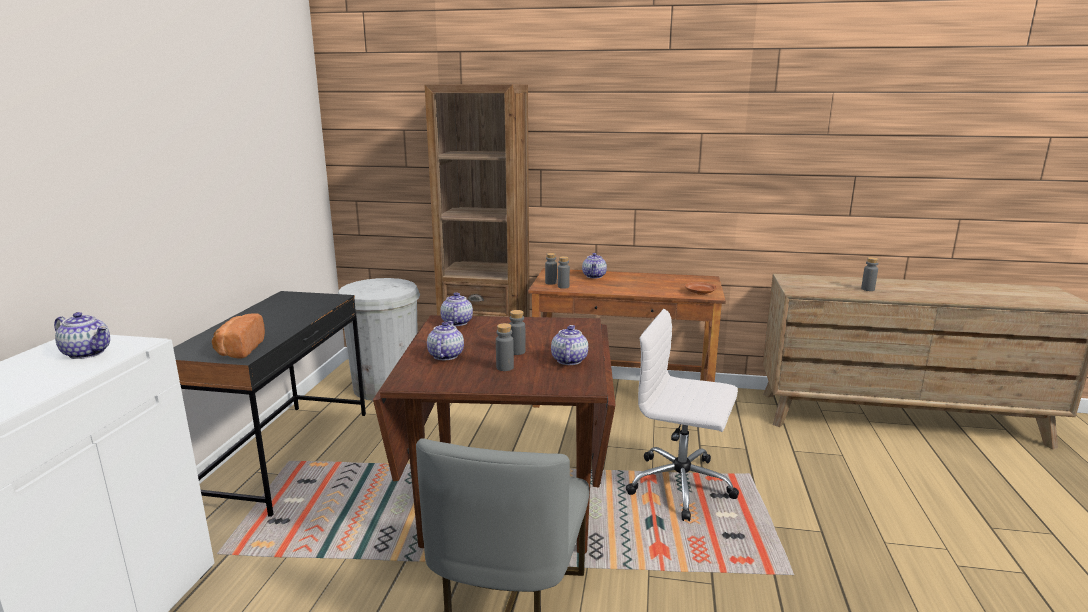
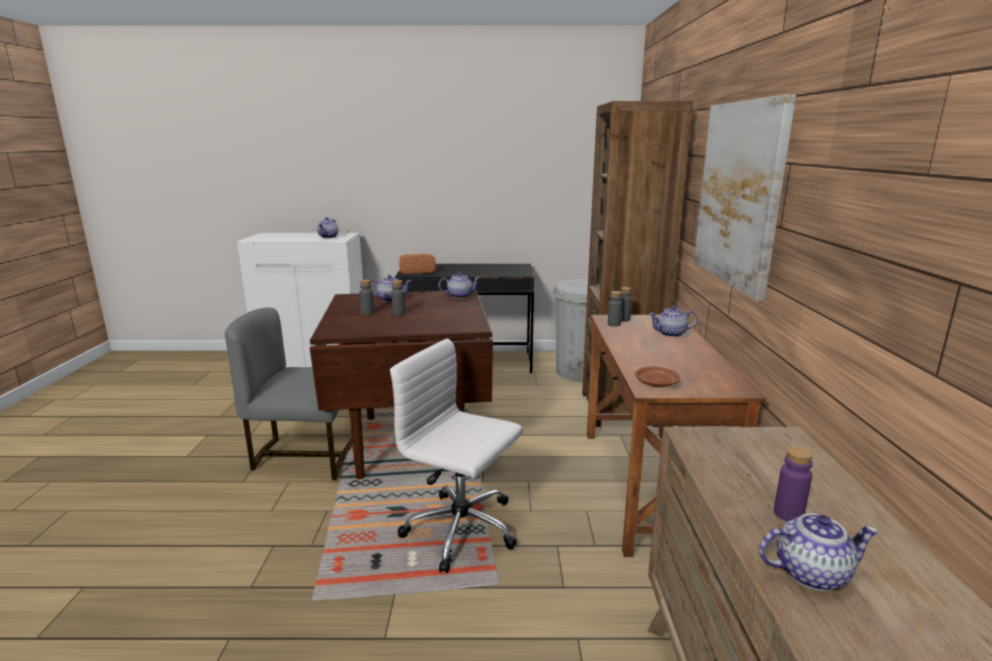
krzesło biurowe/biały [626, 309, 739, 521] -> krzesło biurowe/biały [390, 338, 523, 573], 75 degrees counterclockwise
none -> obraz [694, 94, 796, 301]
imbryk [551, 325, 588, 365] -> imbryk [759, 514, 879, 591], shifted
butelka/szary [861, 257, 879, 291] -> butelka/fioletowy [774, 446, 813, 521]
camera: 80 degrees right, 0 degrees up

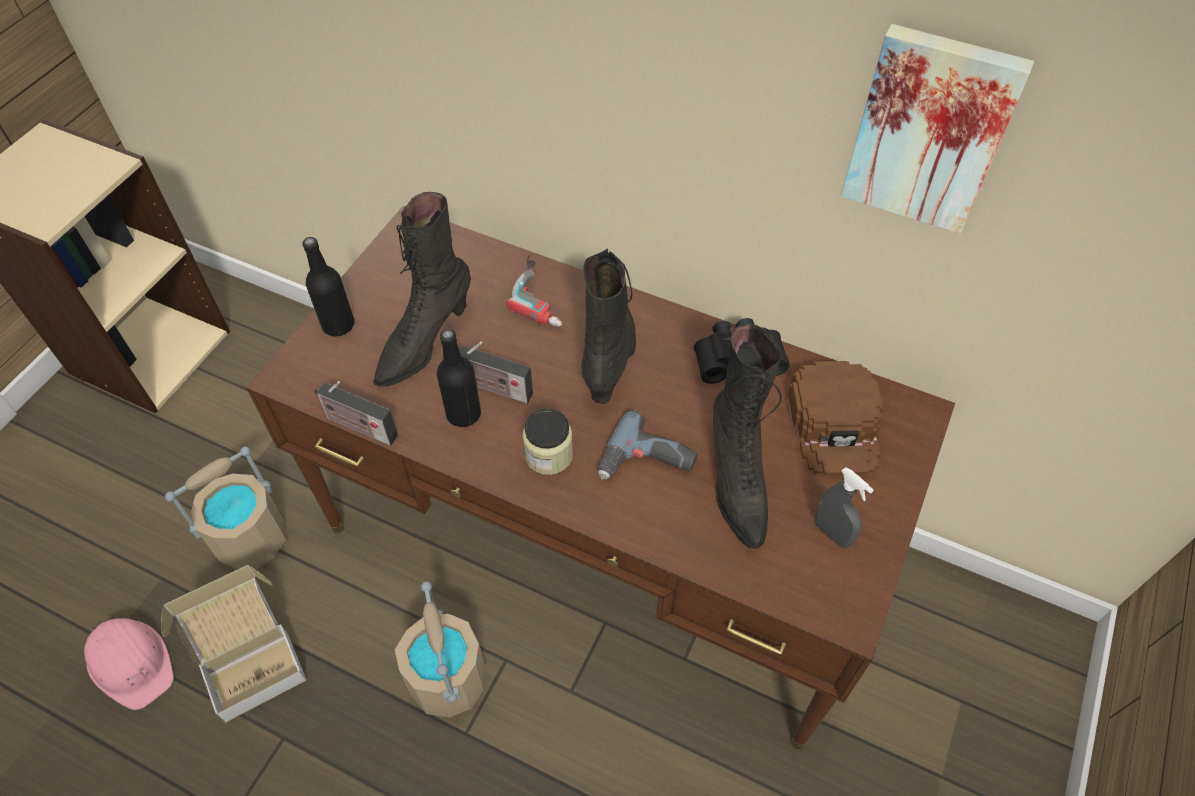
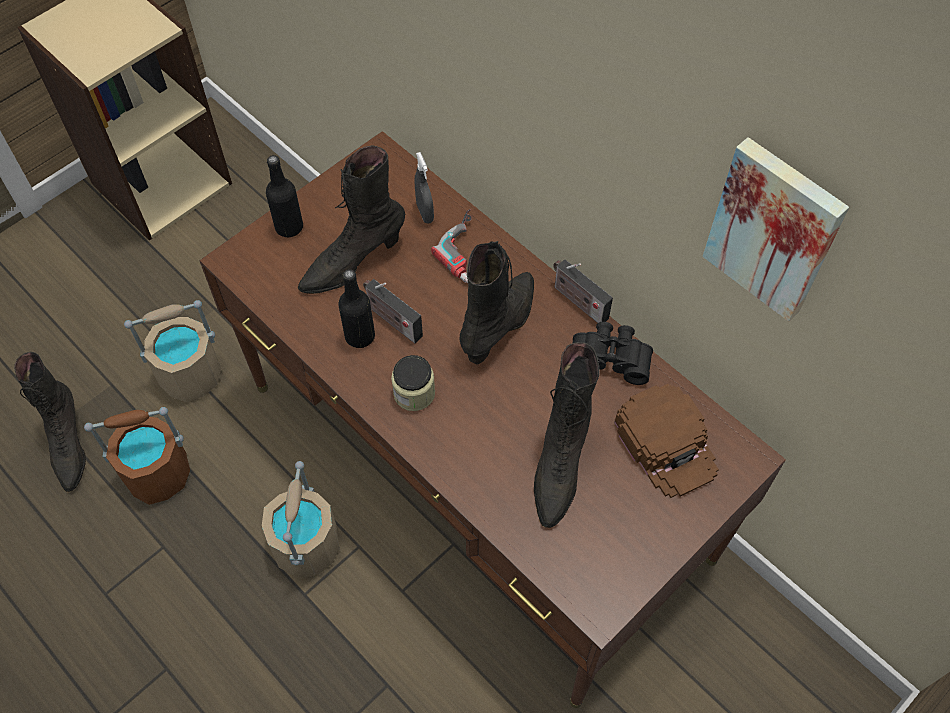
kask/różowy [84, 618, 174, 710] -> but z cholewką/czarny [14, 352, 86, 492]
karton [161, 565, 307, 723] -> wiadro/brązowy [84, 407, 190, 505]
spryskiwacz/szary [815, 467, 874, 548] -> spryskiwacz/szary [414, 152, 434, 224], shifted
radio [314, 381, 398, 446] -> radio [553, 259, 613, 323], shifted
czapka z daszkiem/brązowy [788, 361, 884, 475] -> czapka z daszkiem/brązowy [615, 384, 719, 498], 45 degrees counterclockwise
wiertarka [597, 410, 698, 479] -> none
camera: 20 degrees right, 5 degrees up

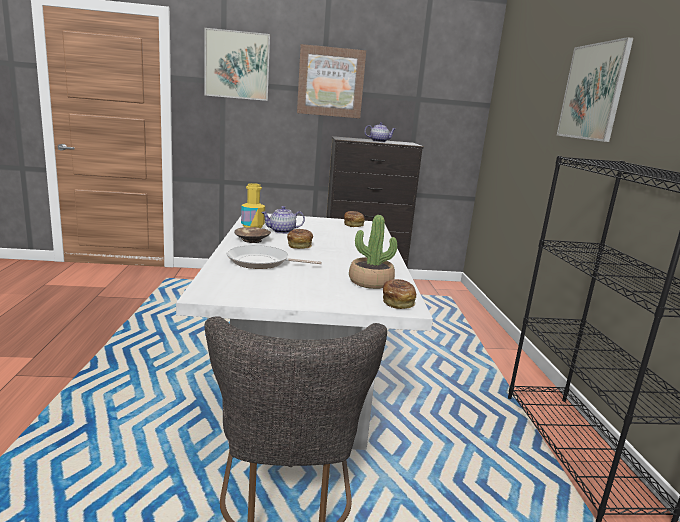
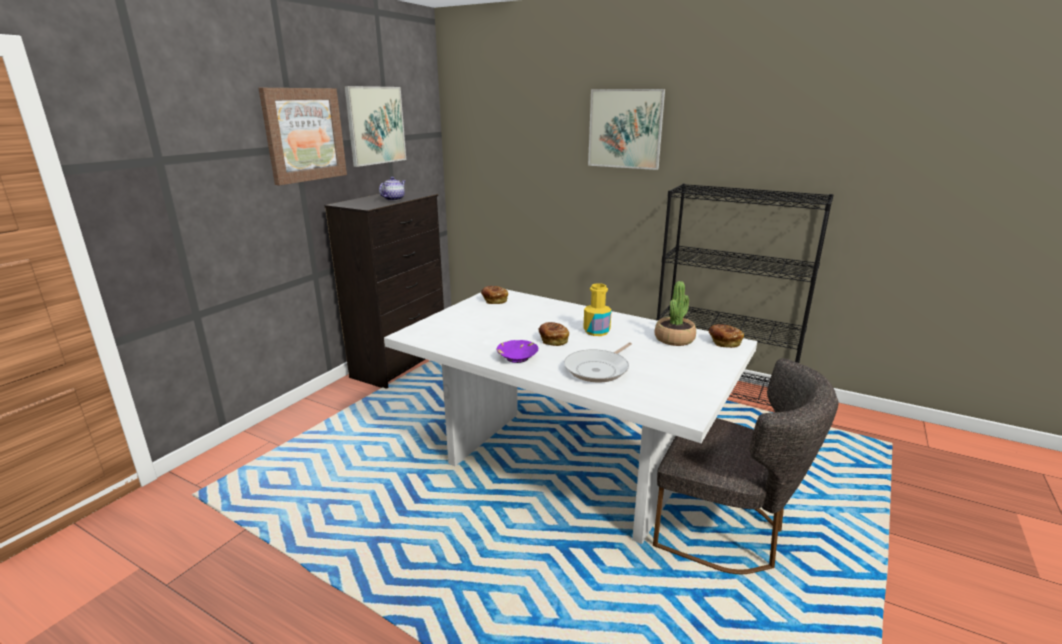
obraz [205, 28, 270, 101] -> obraz [344, 86, 406, 167], shifted
miska/brązowy [234, 227, 271, 243] -> miska/fioletowy [496, 340, 538, 363]
butelka/żółty [241, 183, 265, 228] -> butelka/żółty [583, 283, 612, 336], shifted
imbryk [261, 206, 305, 234] -> none
camera: 55 degrees left, 5 degrees up

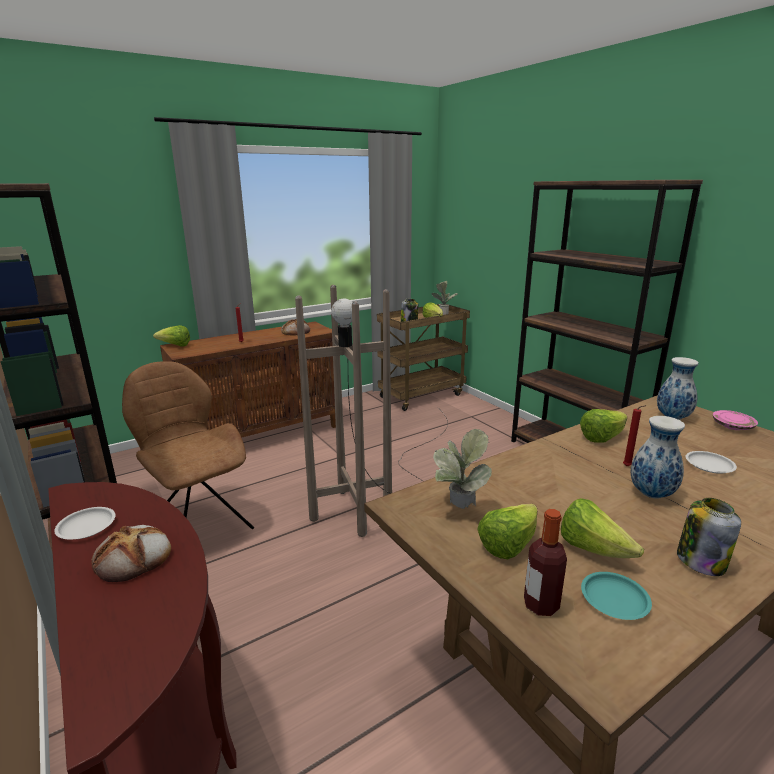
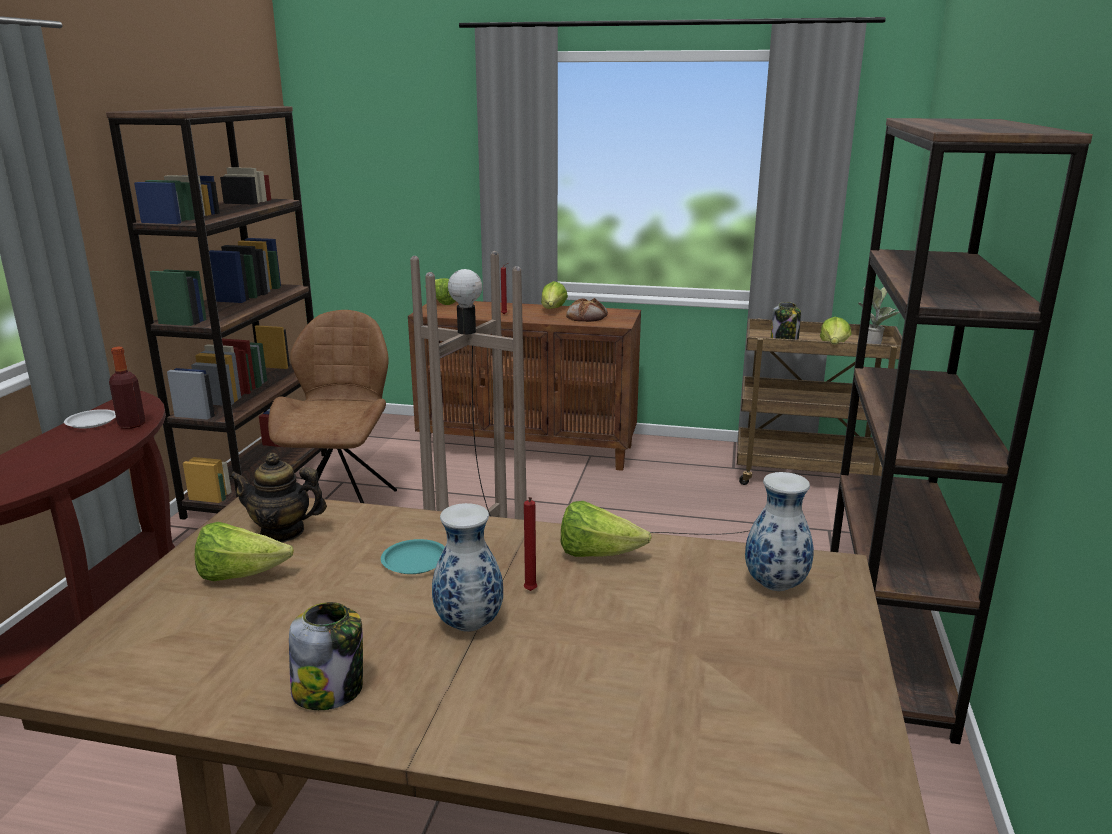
butelka [524, 509, 567, 616] -> butelka [109, 347, 146, 429], shifted
roślina doniczkowa [433, 429, 492, 509] -> imbryk [229, 453, 327, 543]
talerz/turkusowy [581, 572, 652, 620] -> talerz/turkusowy [381, 539, 445, 574], shifted
sałata [561, 498, 644, 558] -> sałata [541, 281, 568, 309], shifted
chleb [91, 525, 171, 582] -> none
talerz/biały [686, 451, 737, 474] -> none
talerz/różowy [713, 410, 758, 430] -> none
camera: 45 degrees right, 0 degrees up

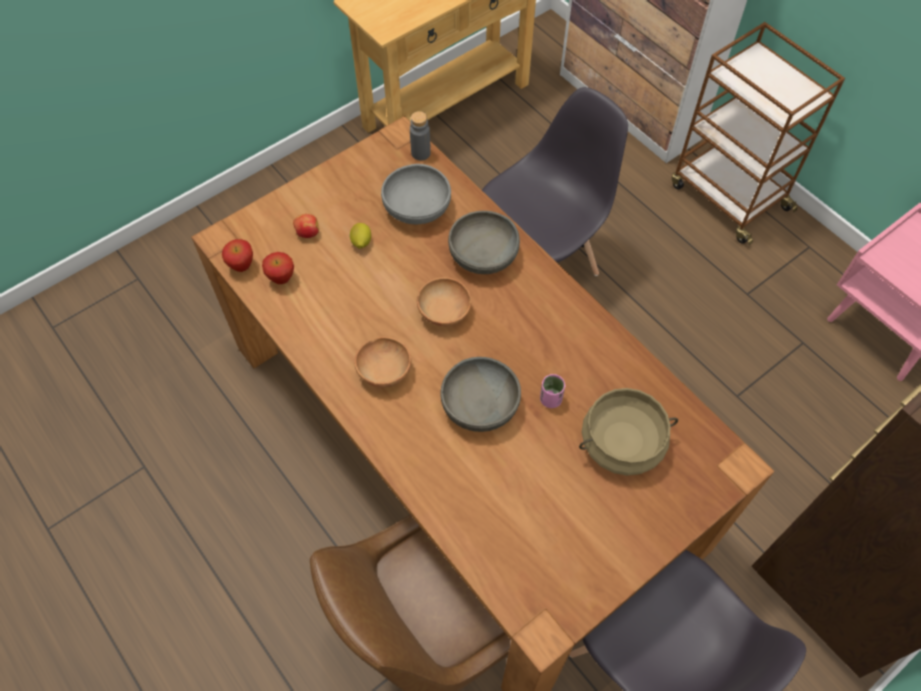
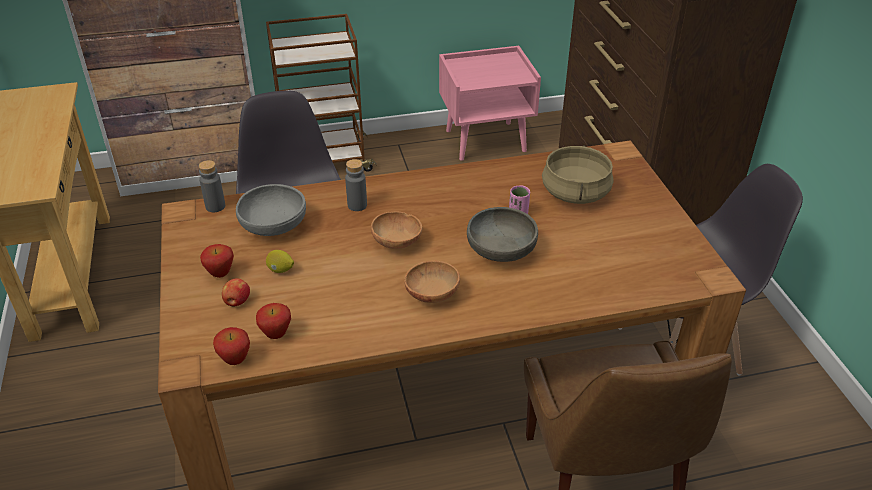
none -> jabłko [200, 244, 234, 278]
miska/szary [448, 211, 520, 274] -> butelka/szary [345, 159, 367, 211]
camera: 65 degrees left, 20 degrees down

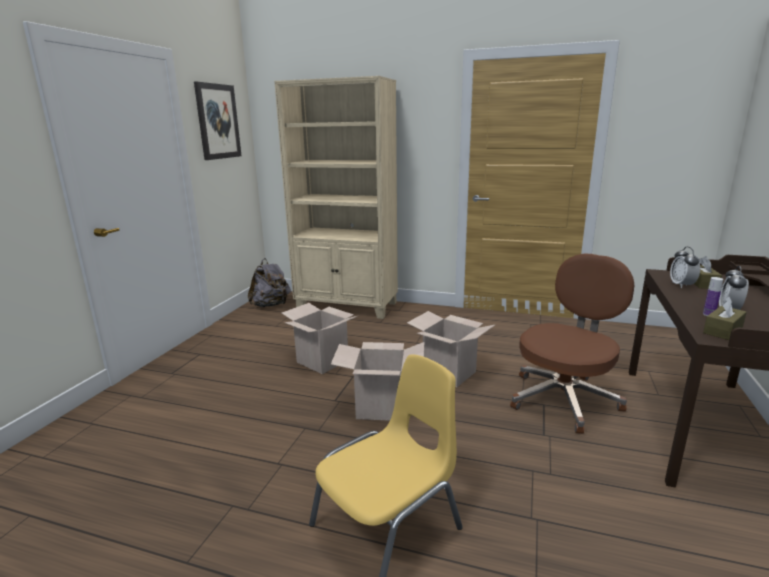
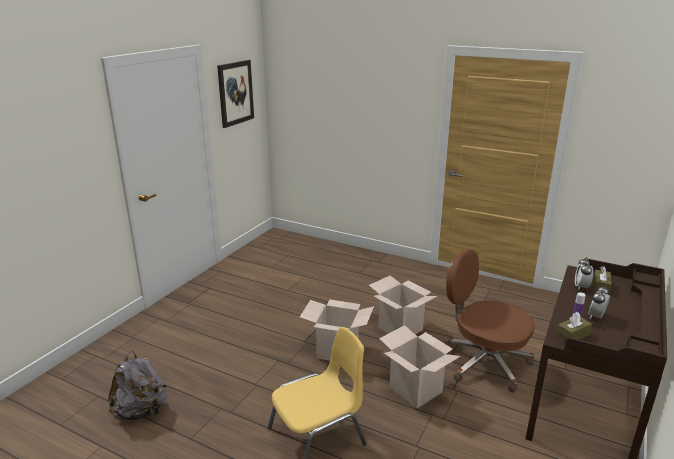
plecak/szary [248, 258, 291, 307] -> plecak/szary [108, 351, 167, 420], shifted
karton [282, 303, 359, 374] -> karton [379, 325, 461, 408], shifted
krzesło biurowe/brązowy [510, 254, 634, 434] -> krzesło biurowe/brązowy [444, 249, 535, 393], 105 degrees counterclockwise
regał/beżowy [274, 76, 398, 319] -> none
camera: 10 degrees right, 5 degrees up

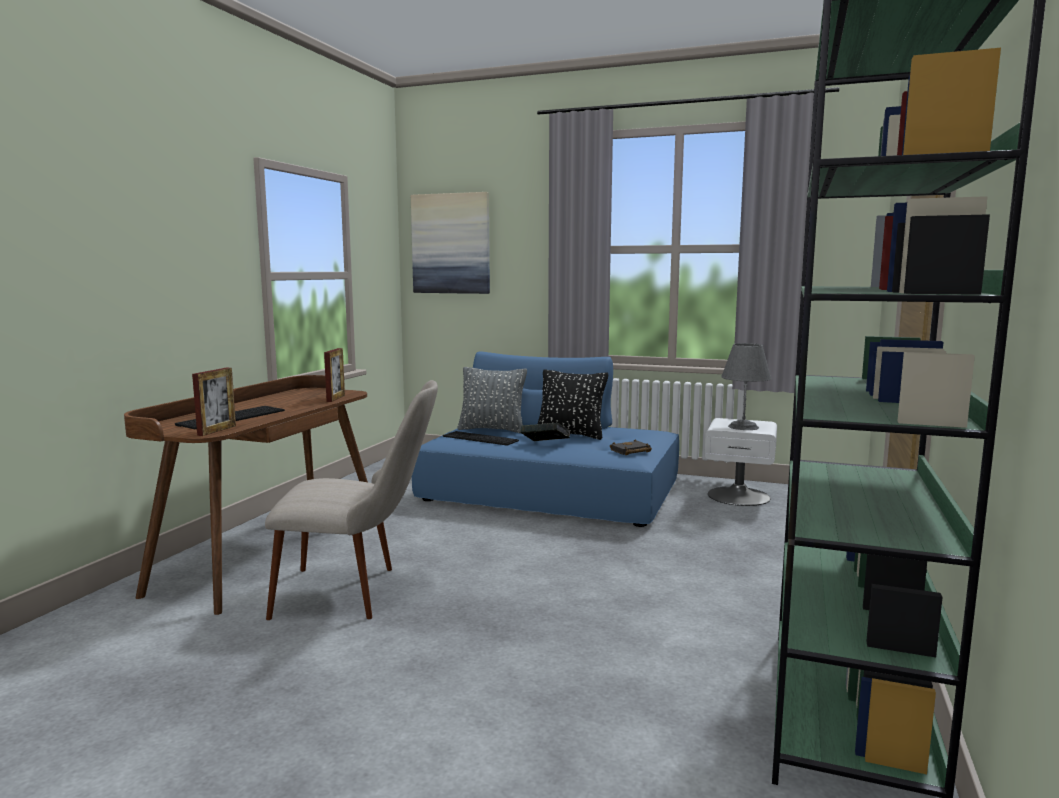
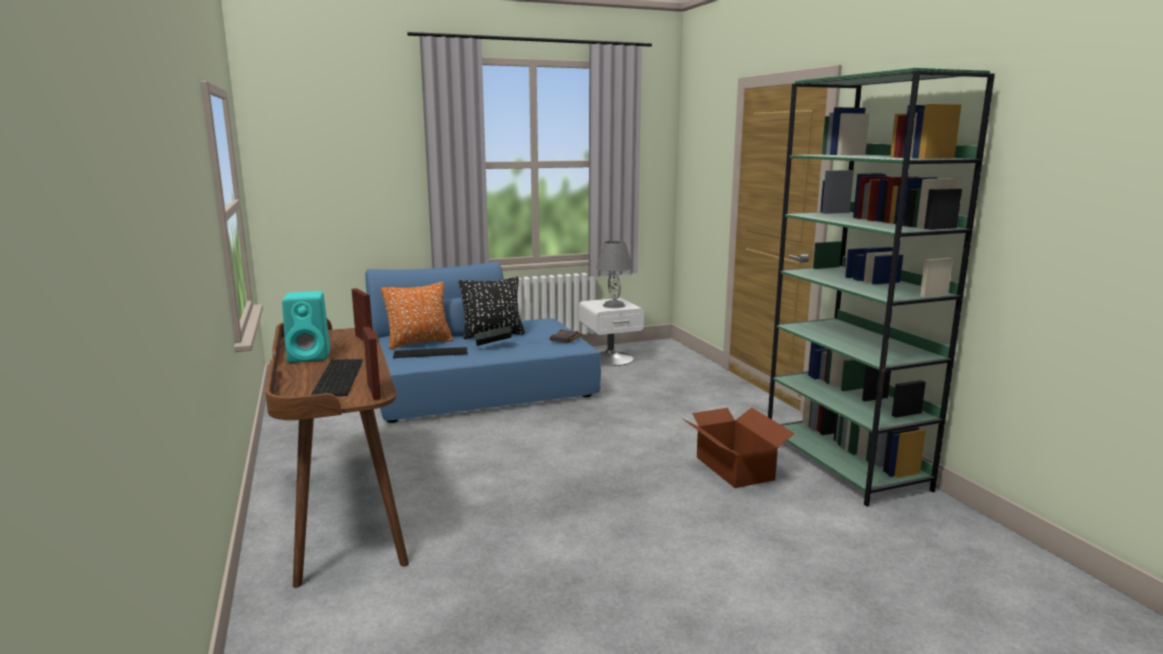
none -> głośnik/turkusowy [282, 291, 330, 363]
poduszka/szary [457, 367, 527, 433] -> poduszka/pomarańczowy [381, 282, 453, 349]
none -> karton [683, 407, 795, 488]
krzesło/beżowy [265, 380, 438, 620] -> none
obraz [411, 192, 490, 294] -> none
camera: 40 degrees left, 5 degrees up

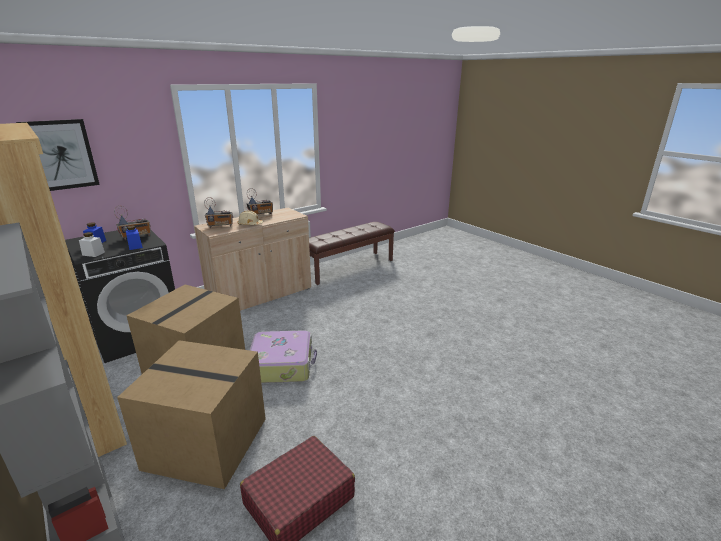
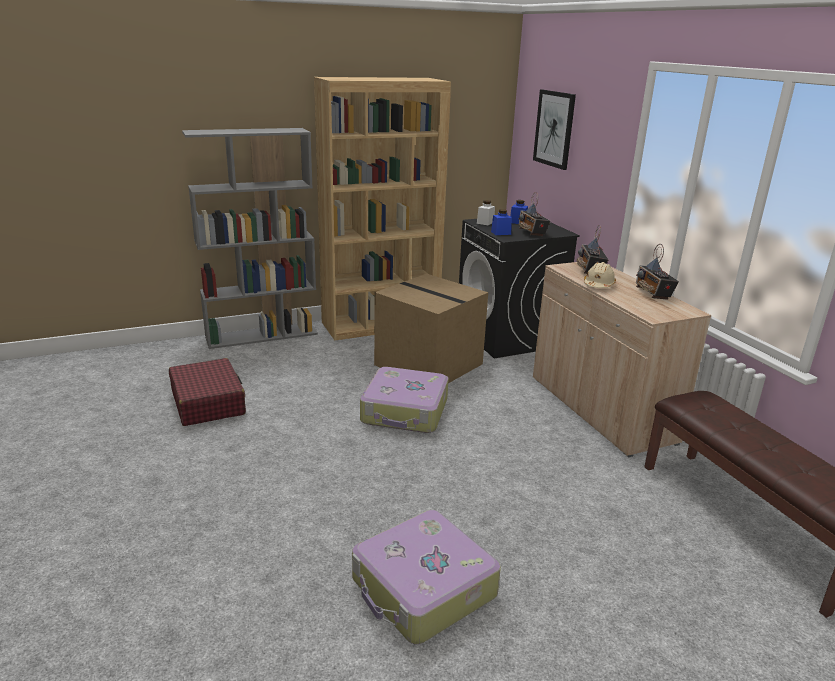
none -> walizka [352, 510, 501, 644]
karton [117, 340, 266, 489] -> none
camera: 105 degrees right, 0 degrees up

